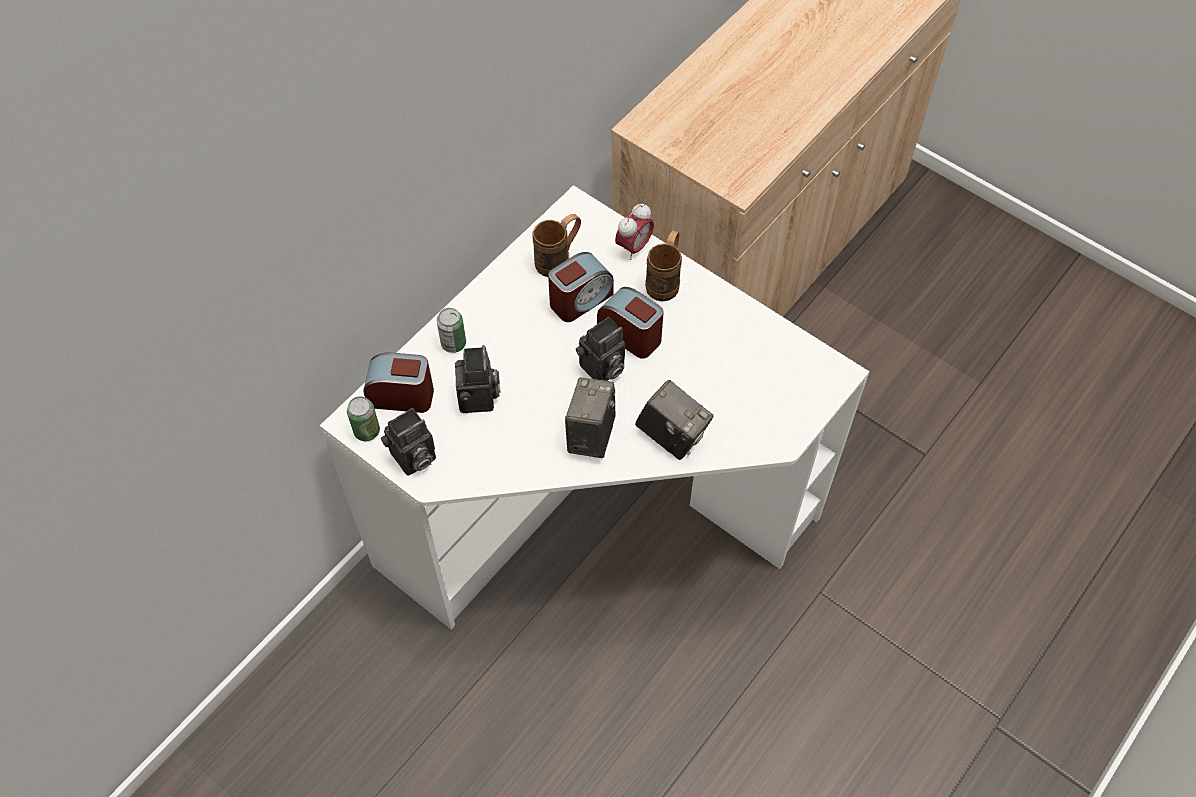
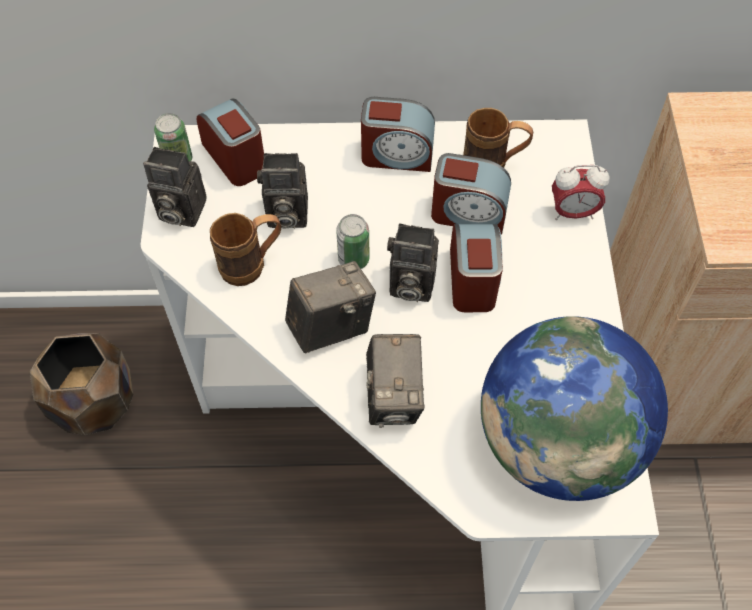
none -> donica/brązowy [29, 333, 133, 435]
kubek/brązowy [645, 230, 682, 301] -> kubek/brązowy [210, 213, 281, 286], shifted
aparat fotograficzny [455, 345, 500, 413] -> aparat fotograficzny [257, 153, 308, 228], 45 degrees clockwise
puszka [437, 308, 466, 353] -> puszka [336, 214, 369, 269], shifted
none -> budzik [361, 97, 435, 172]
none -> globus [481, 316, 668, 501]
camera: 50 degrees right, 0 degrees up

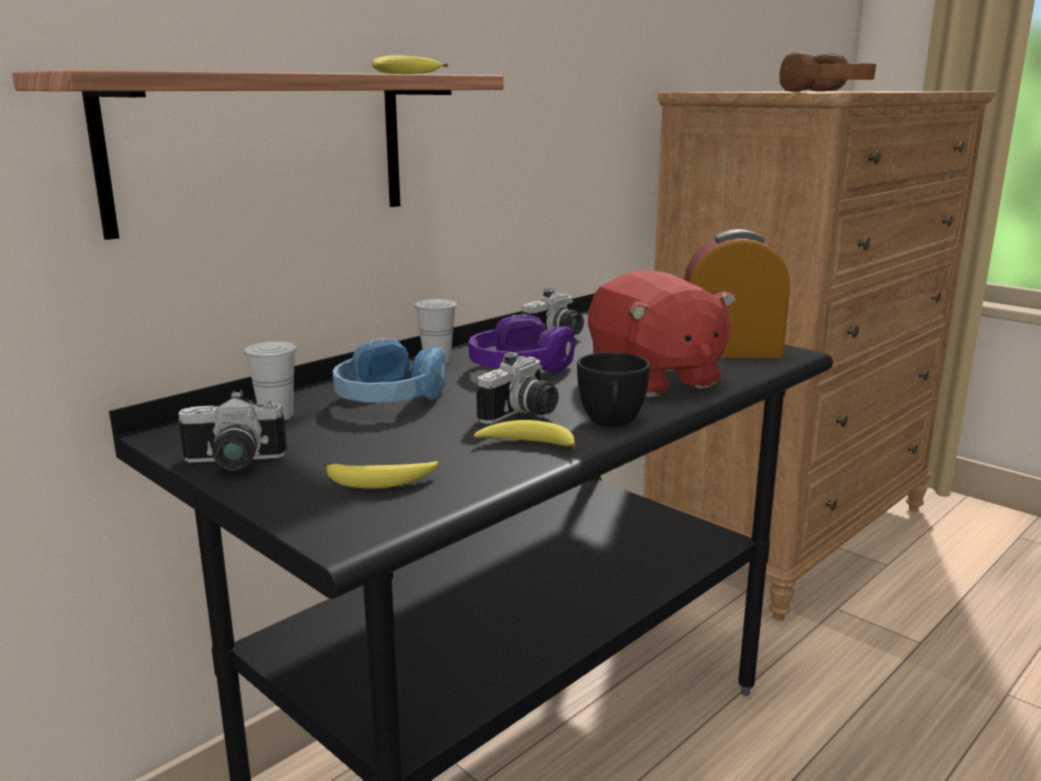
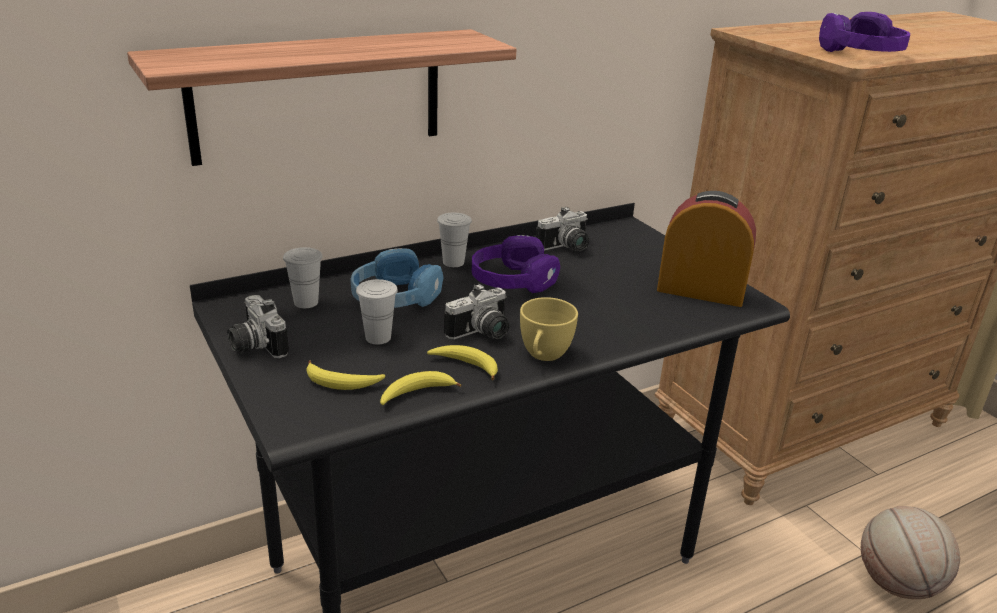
aparat fotograficzny [178, 390, 287, 471] -> aparat fotograficzny [227, 295, 289, 358], 45 degrees clockwise
none -> filiżanka/biały [356, 279, 398, 345]
banan [372, 55, 448, 74] -> banan [380, 371, 461, 405], shifted
filiżanka/czarny [577, 352, 650, 427] -> filiżanka/żółty [520, 297, 578, 361]
słuchawki/brązowy [779, 52, 876, 92] -> słuchawki/fioletowy [819, 12, 910, 52]
none -> piłka do koszykówki [861, 506, 960, 599]
pluszak/czerwony [588, 270, 736, 397] -> none
camera: 15 degrees right, 10 degrees up

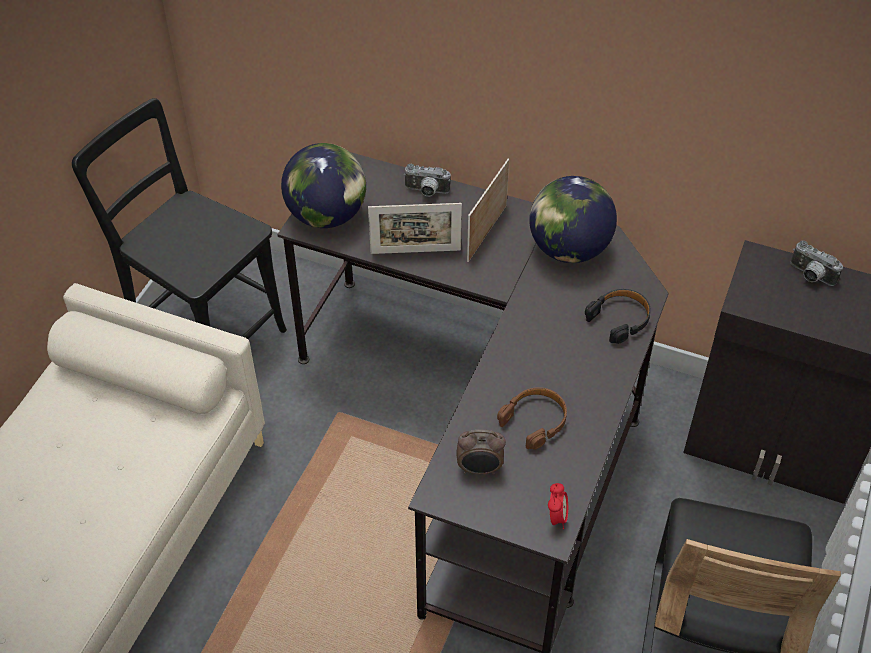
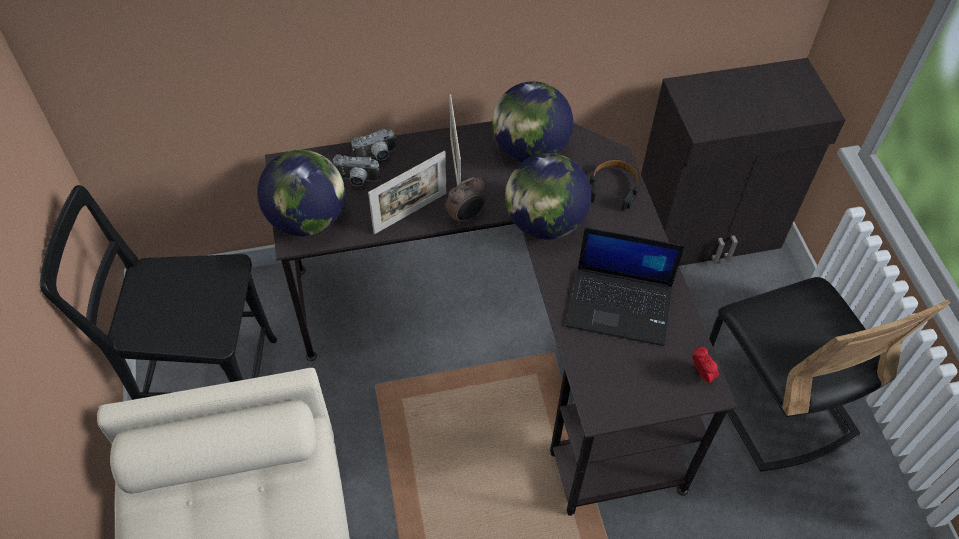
aparat fotograficzny [791, 240, 843, 286] -> aparat fotograficzny [333, 154, 380, 186], shifted
budzik [456, 430, 506, 475] -> budzik [445, 177, 486, 226], shifted
none -> globus [505, 153, 591, 240]
słuchawki/brązowy [497, 387, 567, 450] -> laptop [566, 227, 685, 346]
camera: 35 degrees left, 5 degrees up

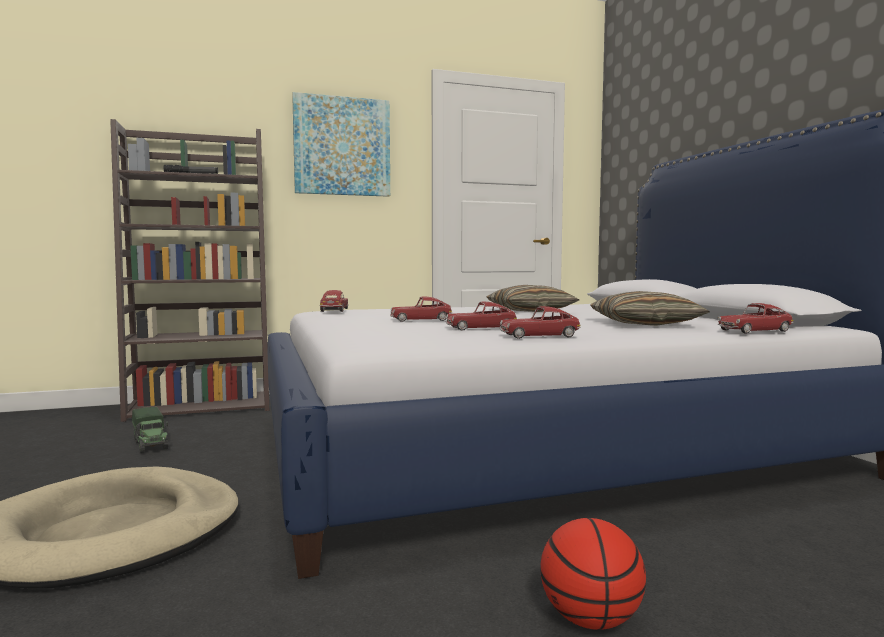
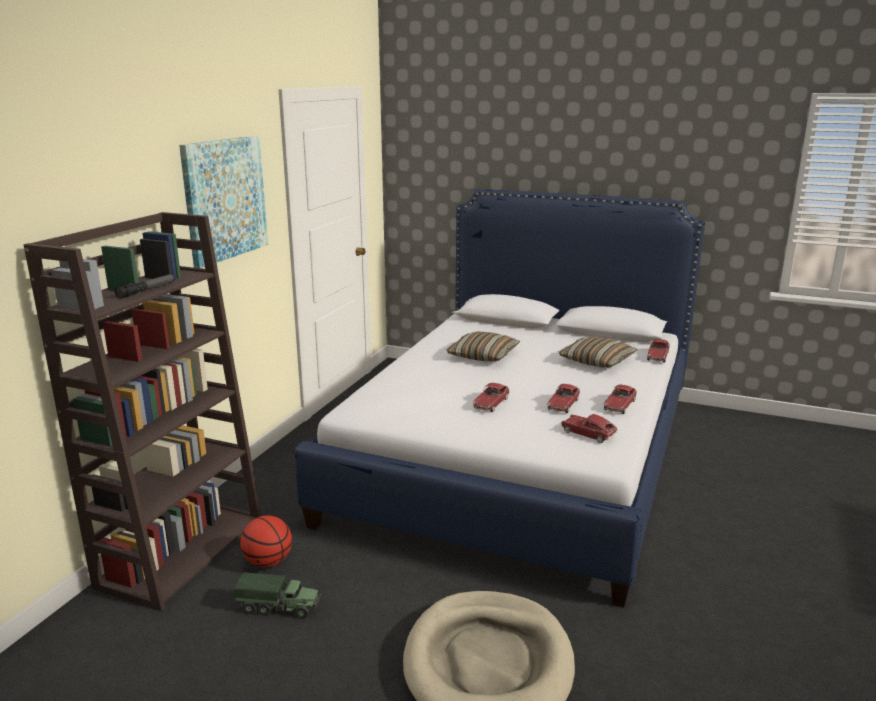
piłka do koszykówki [541, 518, 646, 630] -> piłka do koszykówki [240, 515, 292, 567], shifted
samochodzik [320, 290, 348, 312] -> samochodzik [561, 414, 617, 443], shifted
camera: 50 degrees left, 15 degrees up

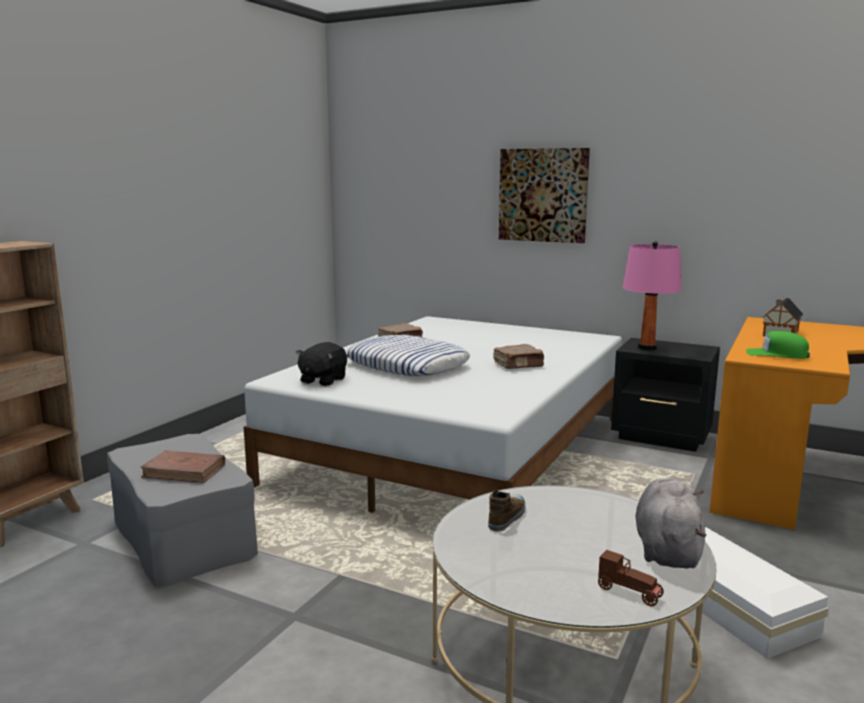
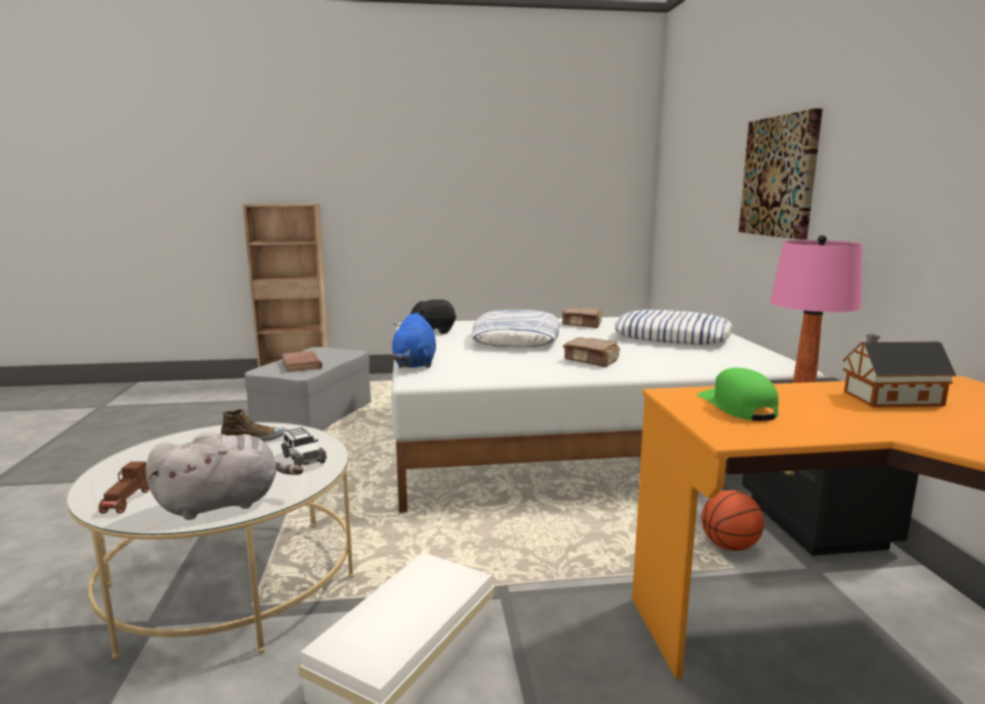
none -> samochodzik [281, 427, 327, 466]
none -> pluszak/niebieski [392, 313, 436, 368]
none -> poduszka [615, 310, 732, 345]
none -> piłka do koszykówki [702, 490, 764, 551]
camera: 55 degrees right, 0 degrees up

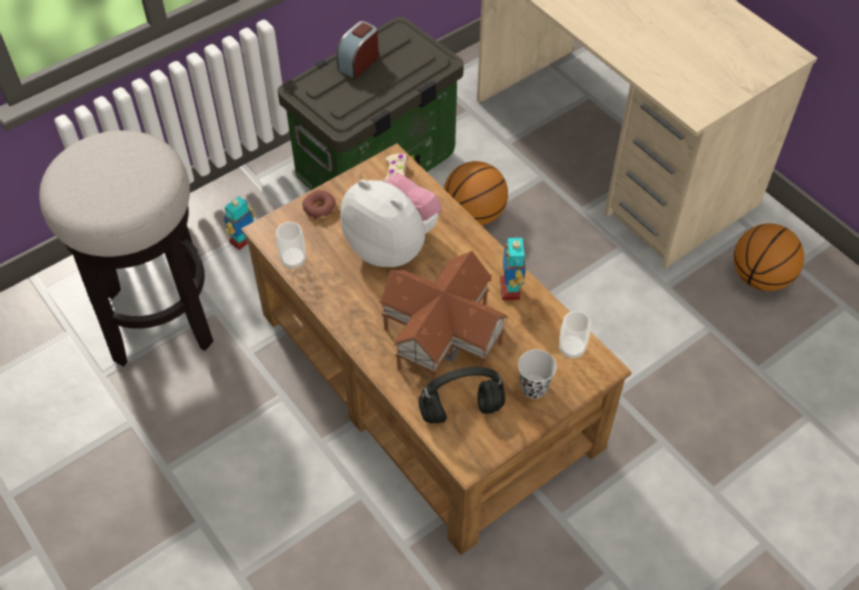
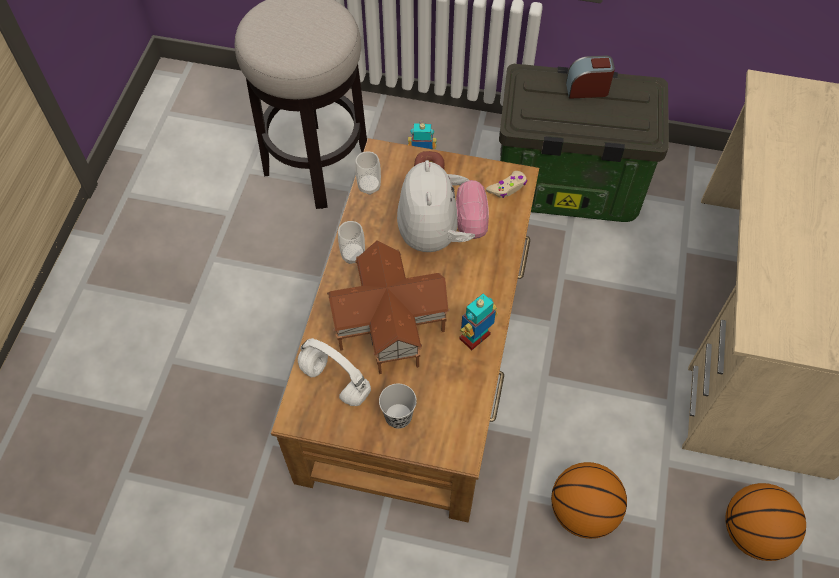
słuchawki/czarny [418, 367, 505, 424] -> słuchawki/biały [298, 338, 371, 406]
filiżanka [559, 311, 591, 358] -> filiżanka [338, 221, 365, 264], shifted
piłka do koszykówki [444, 161, 508, 225] -> piłka do koszykówki [551, 462, 627, 539], shifted
camera: 50 degrees right, 5 degrees up

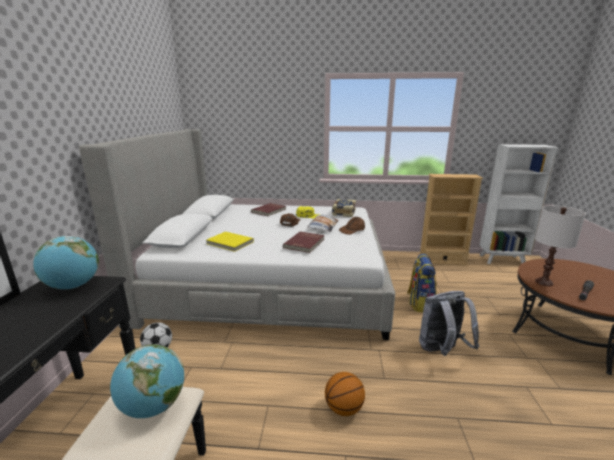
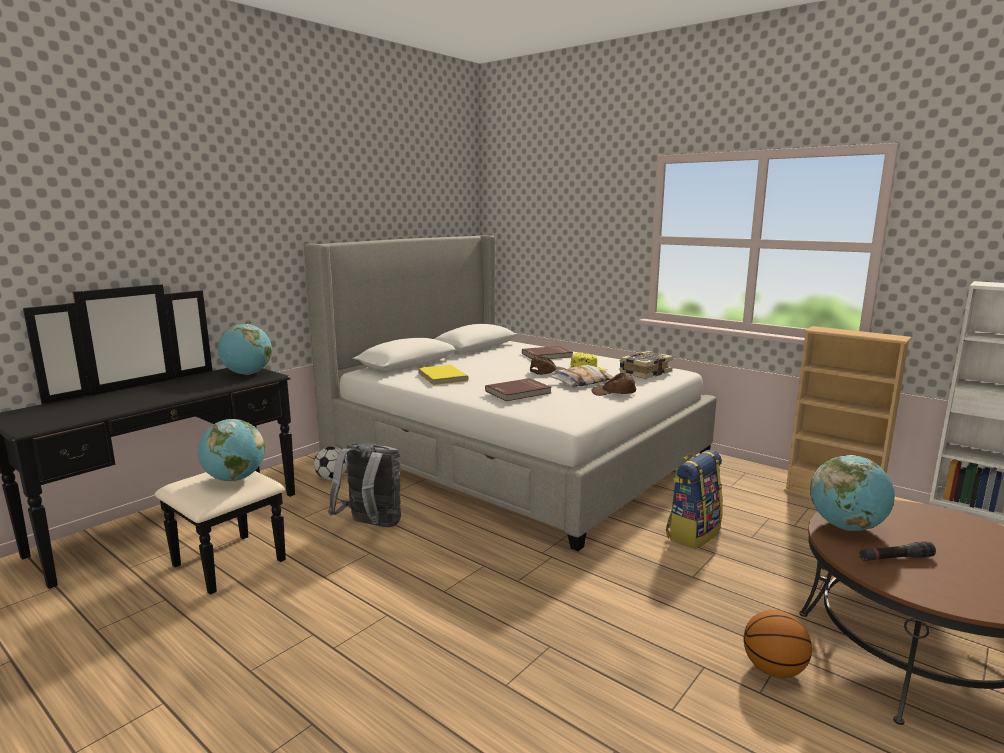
plecak/szary [419, 291, 479, 356] -> plecak/szary [328, 443, 401, 527], shifted
piłka do koszykówki [325, 372, 365, 416] -> piłka do koszykówki [744, 610, 812, 678], shifted
lampa stołowa/biały [535, 206, 586, 286] -> globus [810, 455, 895, 531]
camera: 35 degrees right, 5 degrees down

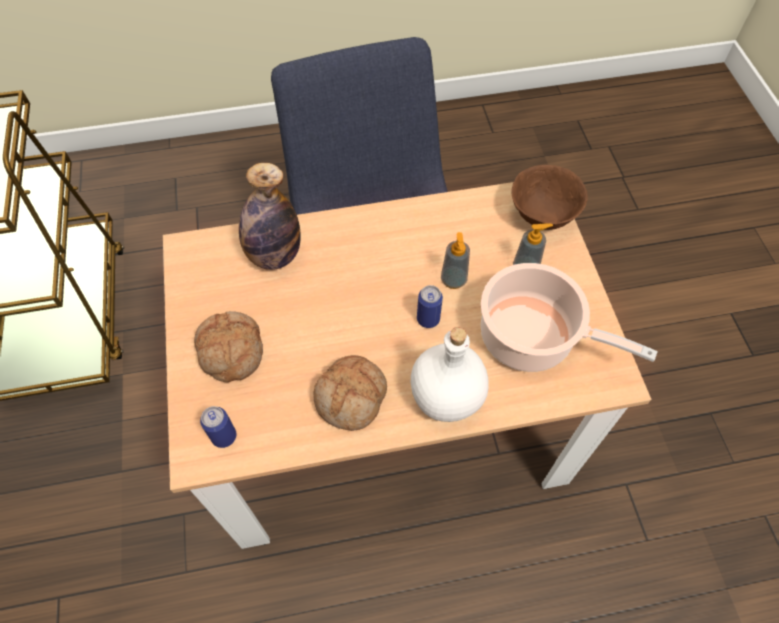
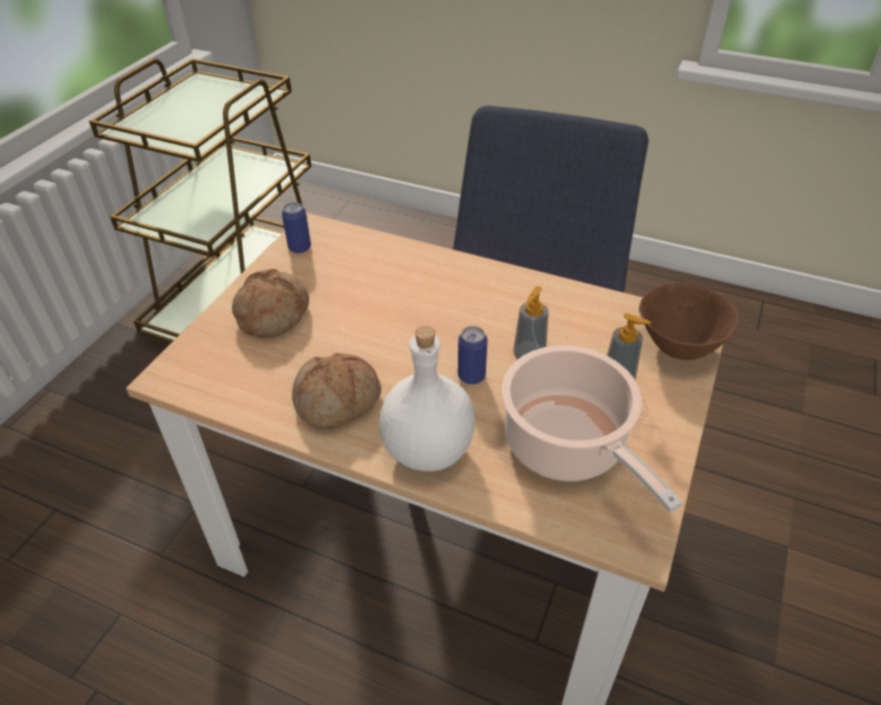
puszka [200, 406, 236, 448] -> puszka [282, 202, 311, 254], shifted
butelka [239, 163, 301, 270] -> none
camera: 35 degrees right, 15 degrees down

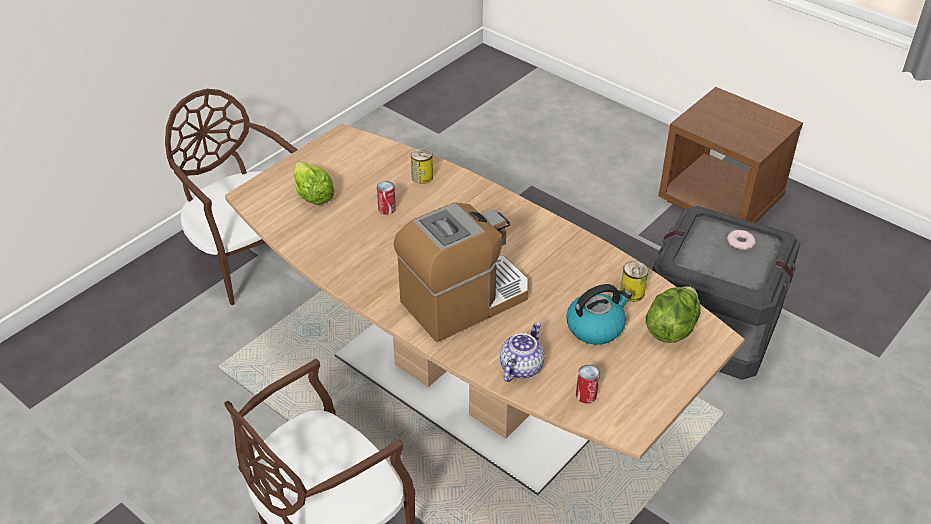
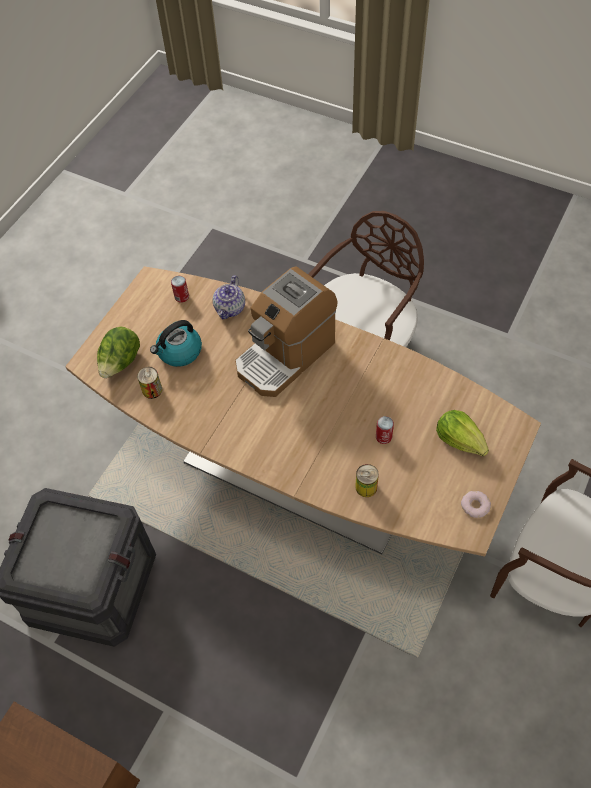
donut [727, 230, 756, 250] -> donut [461, 491, 491, 518], shifted
camera: 170 degrees right, 15 degrees up

